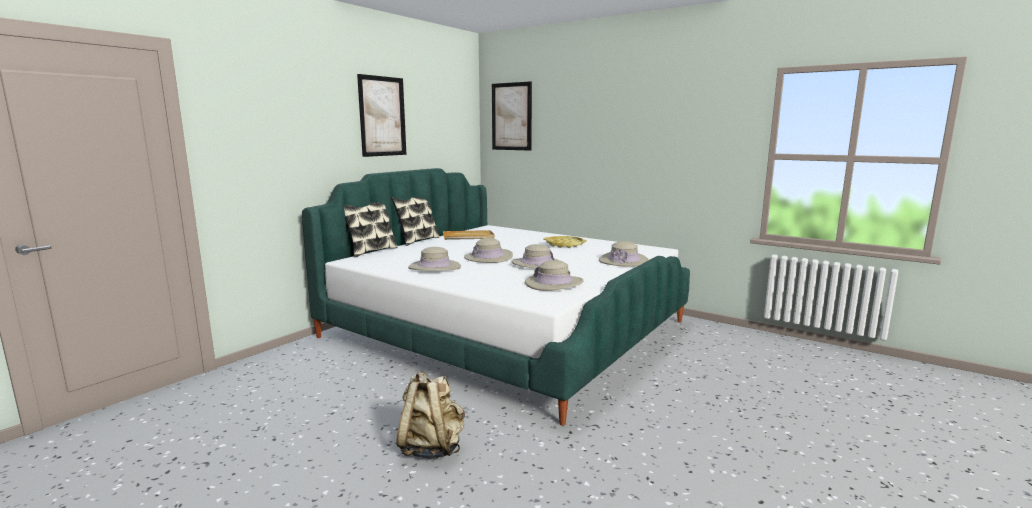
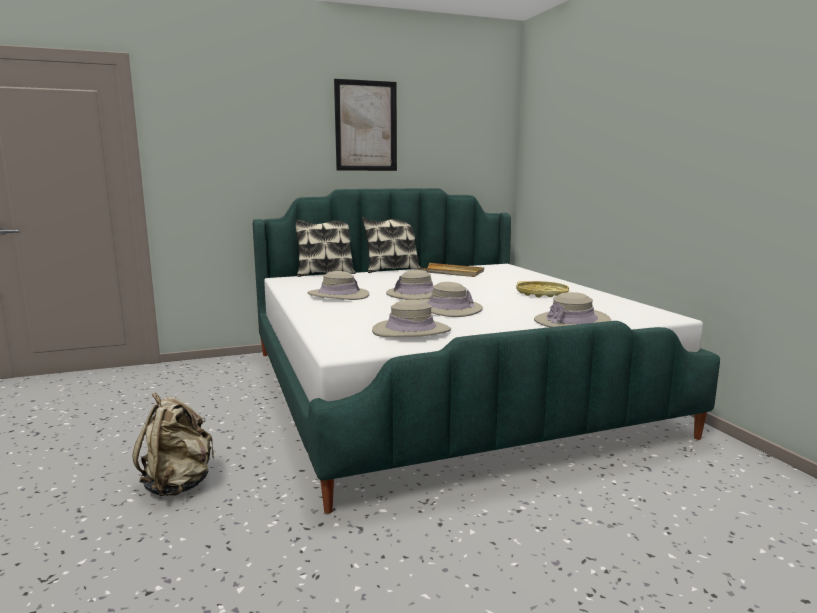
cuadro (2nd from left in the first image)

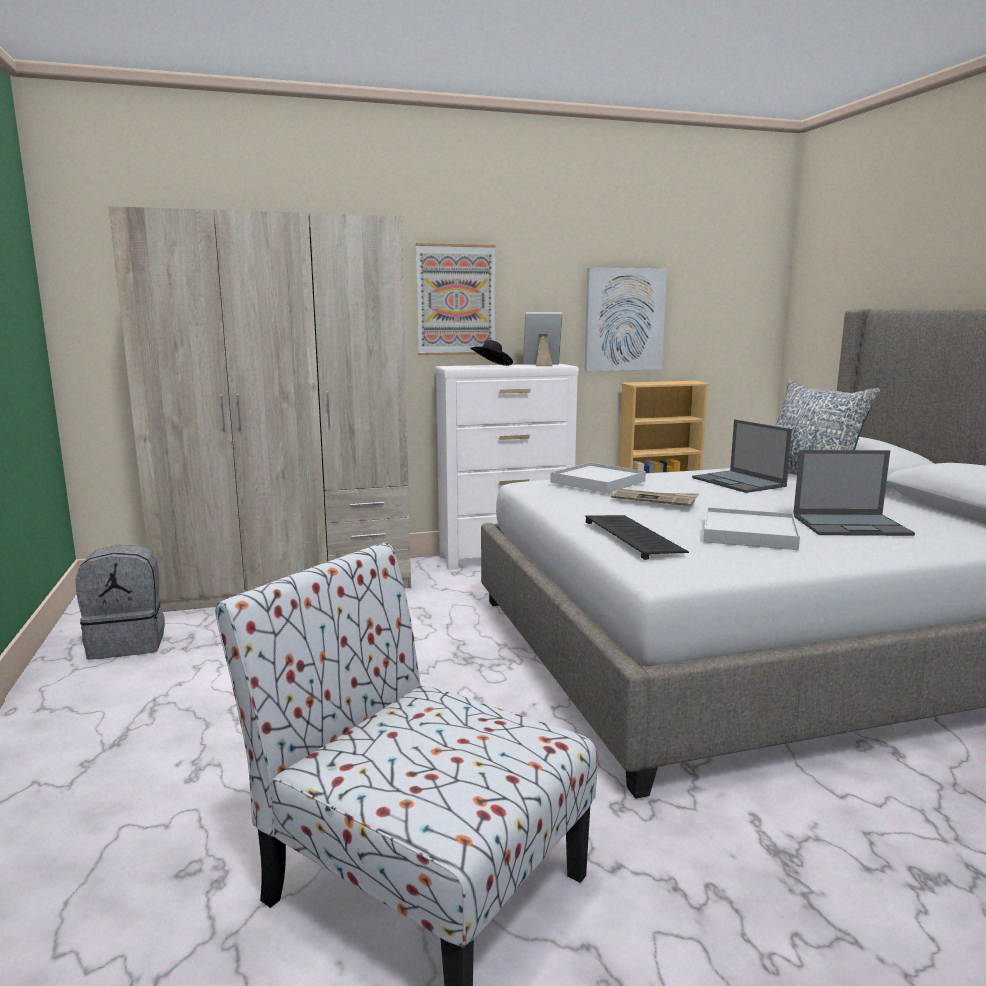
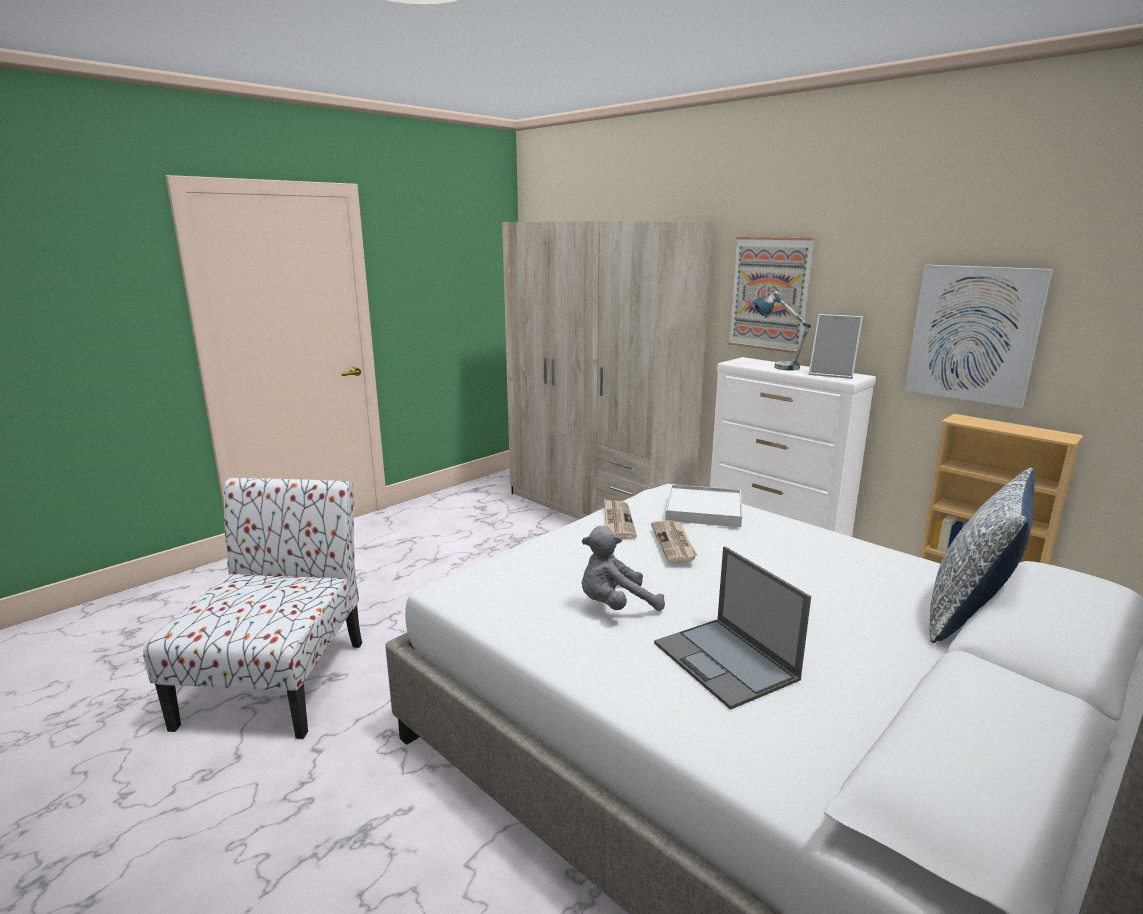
peluche [gris]; periódico (1st from left); lámpara de mesa; portarretratos; mochila [gris]; teclado; portátil (1st from left in the first image)

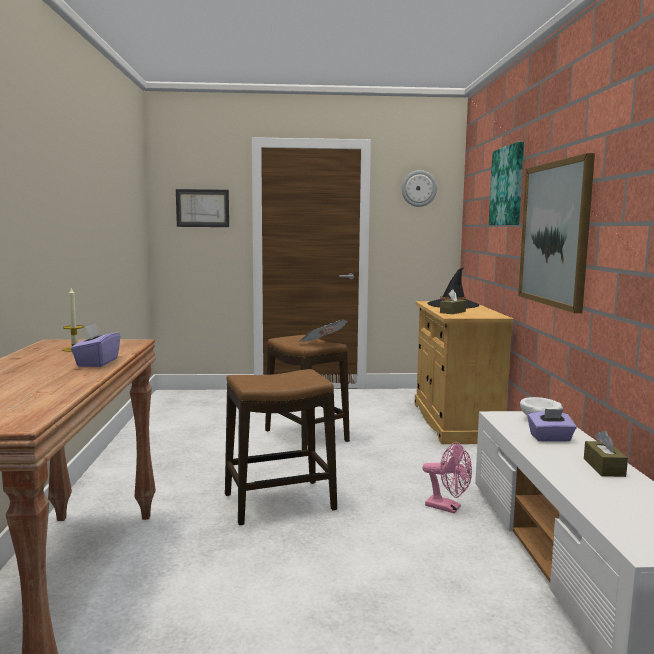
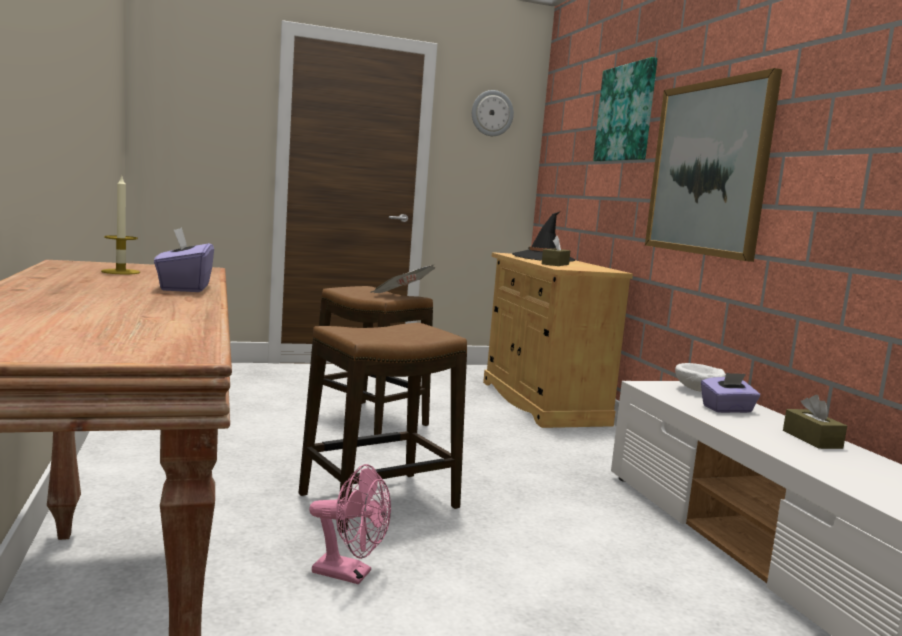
ventilador [rosa]; cuadro (1st from left in the first image)

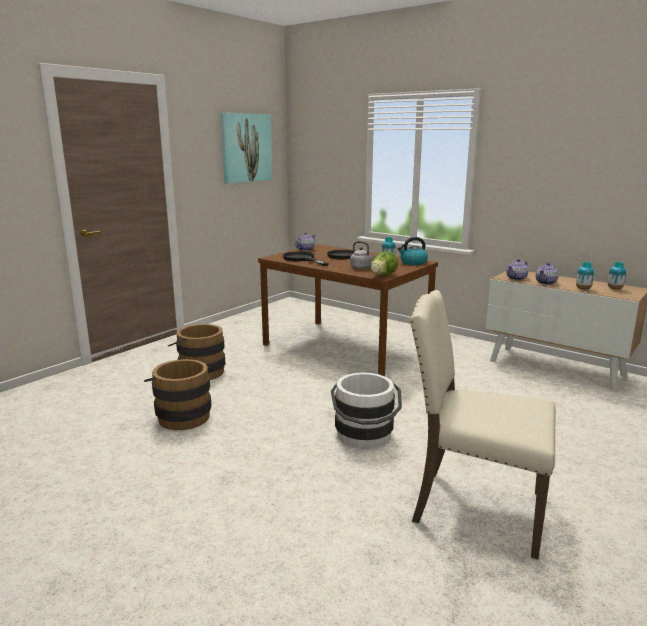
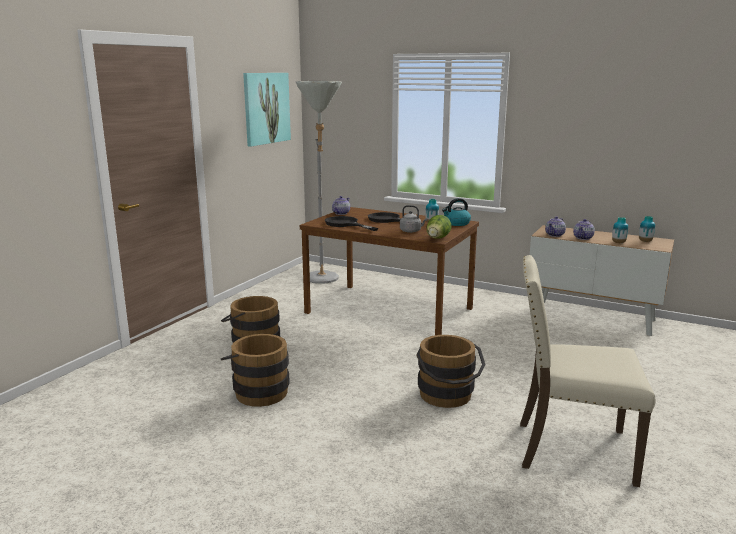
lámpara de pie [gris]; cubo [marrón] (3rd from left)

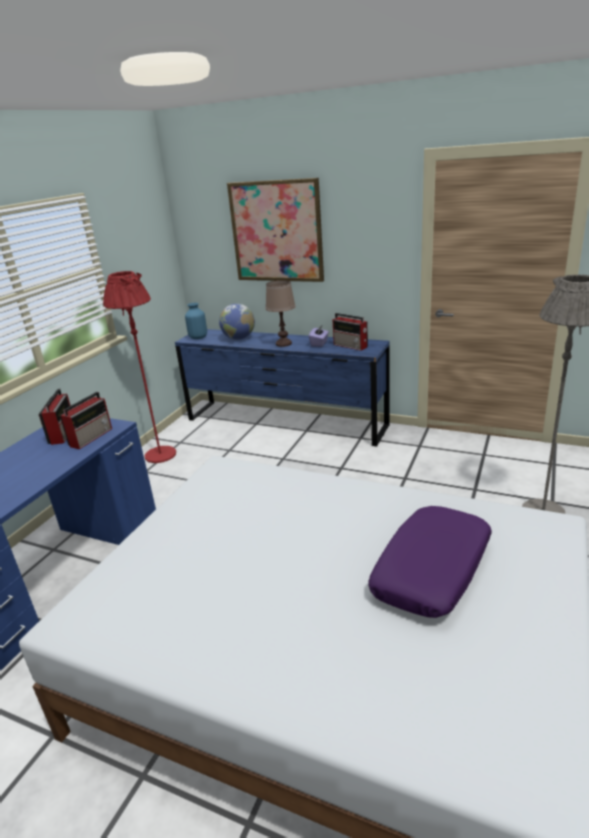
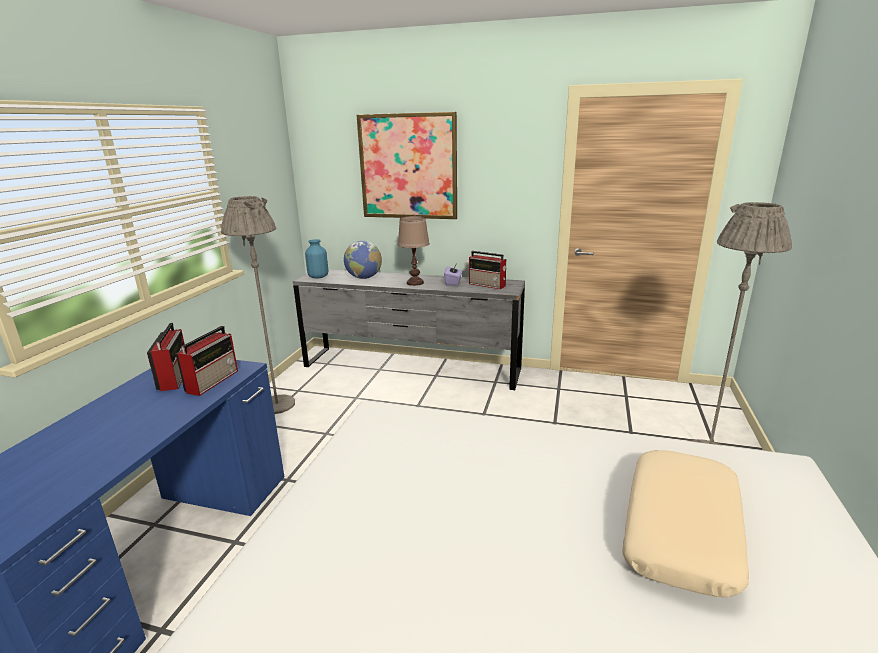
lámpara de pie [gris] (1st from left); cómoda [gris]; cojín [beis]

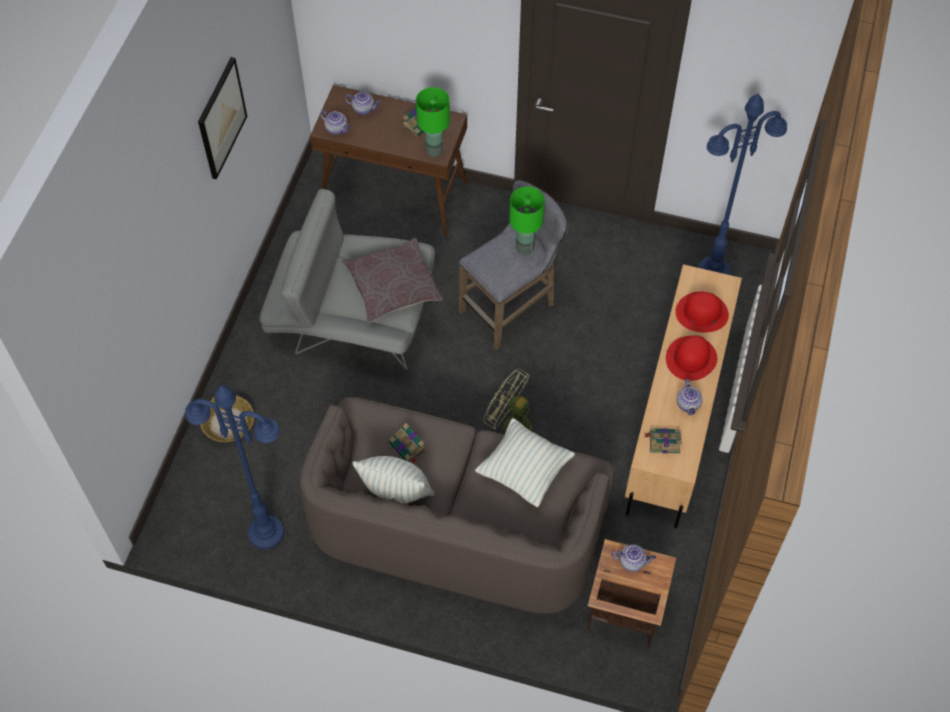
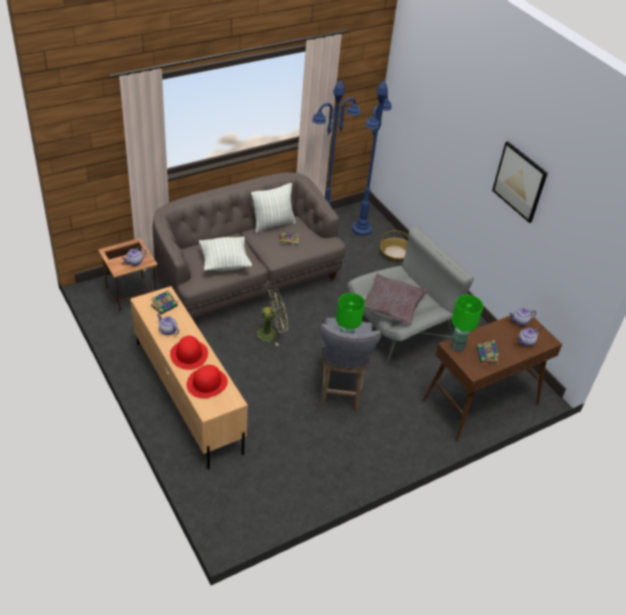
lámpara de pie [azul] (2nd from left)

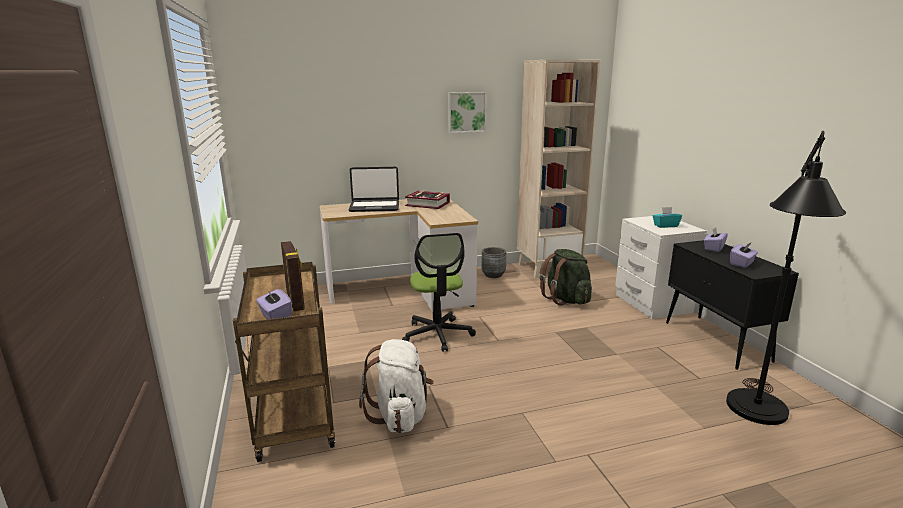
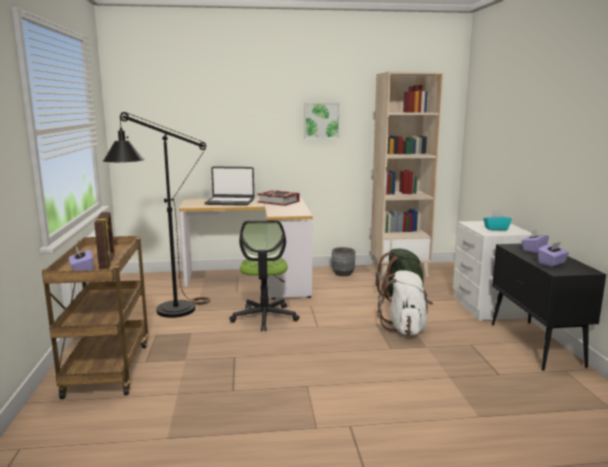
lámpara de pie [negro]; mochila [blanco]

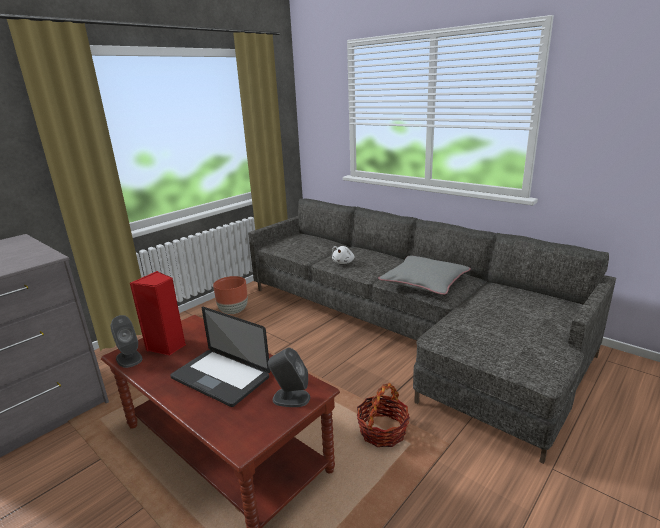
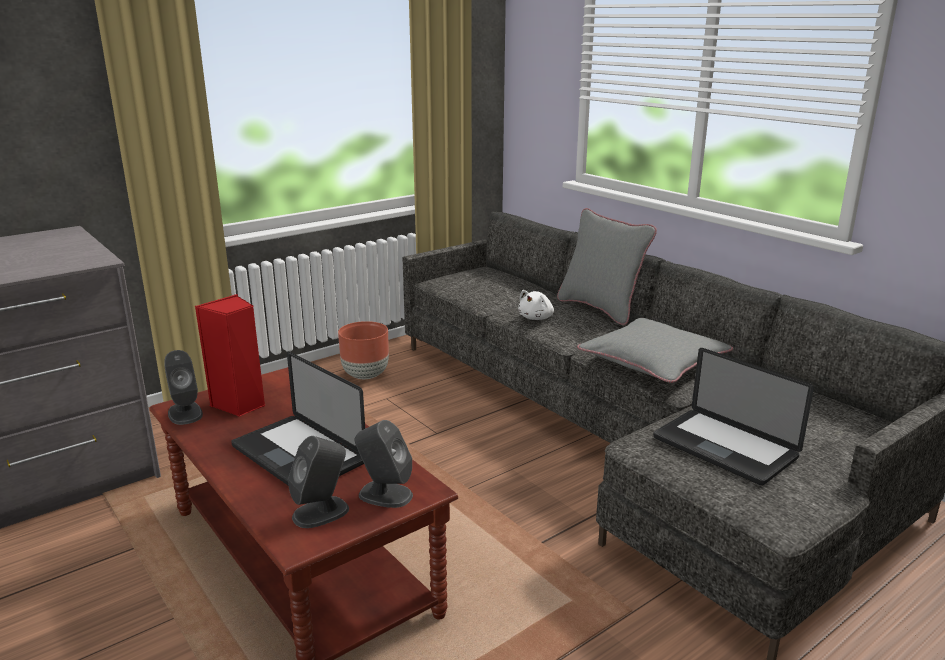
altavoz [gris] (2nd from left); cojín [gris] (1st from left); portátil (2nd from left); cesta

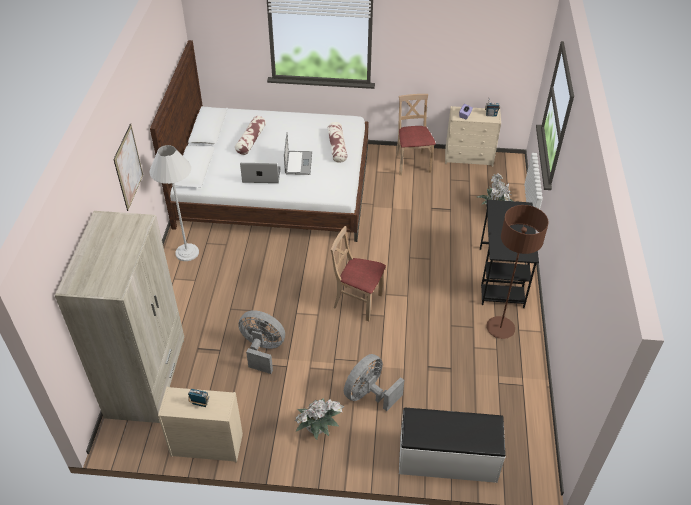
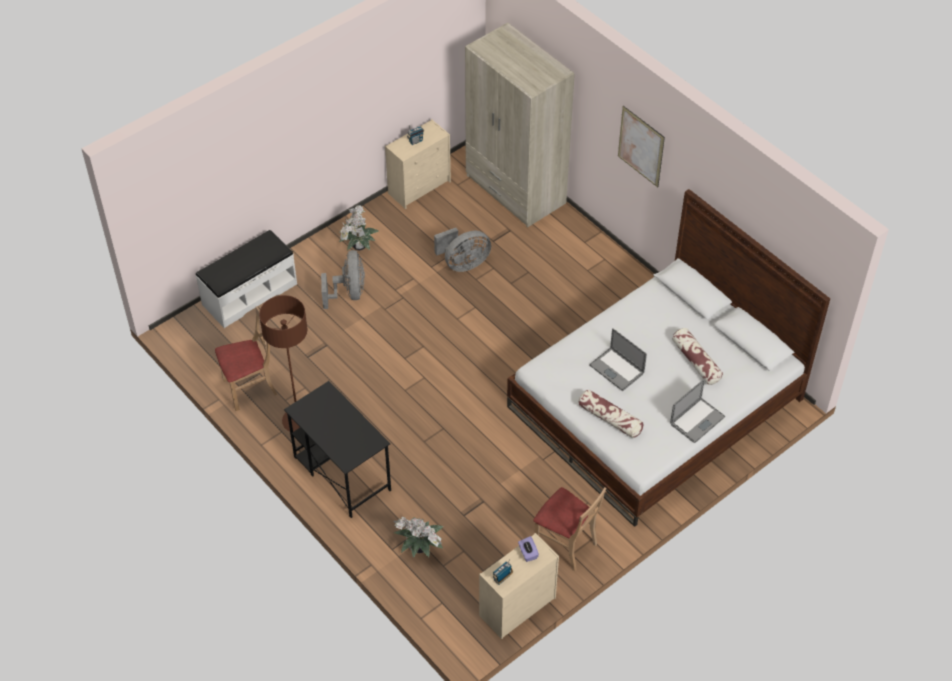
silla [beis] (1st from left); portátil (2nd from left); lámpara de pie [blanco]

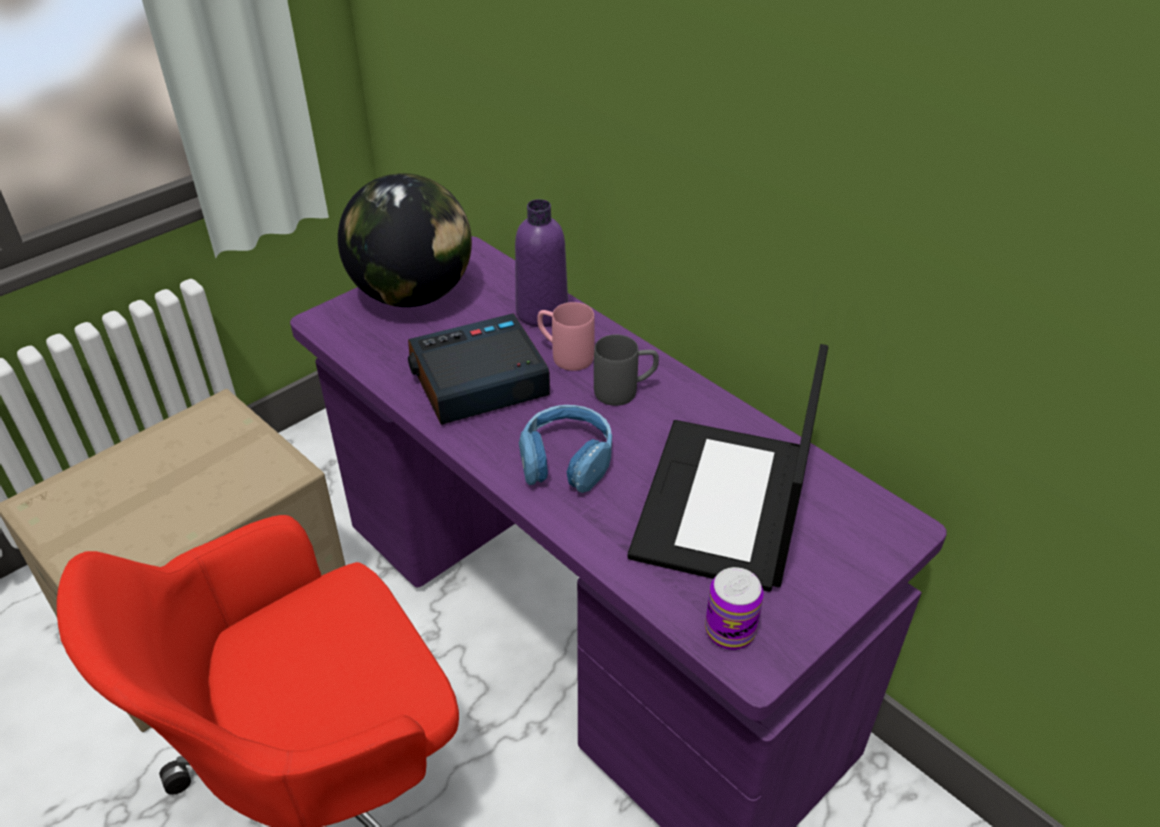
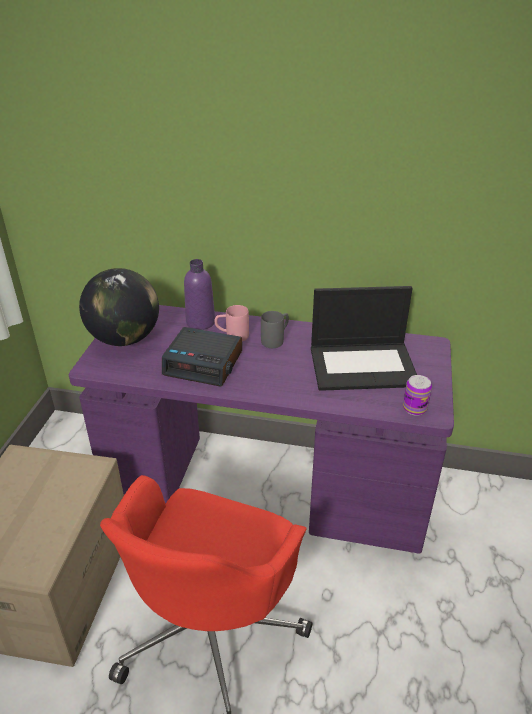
despertador; portátil; auriculares [azul]

